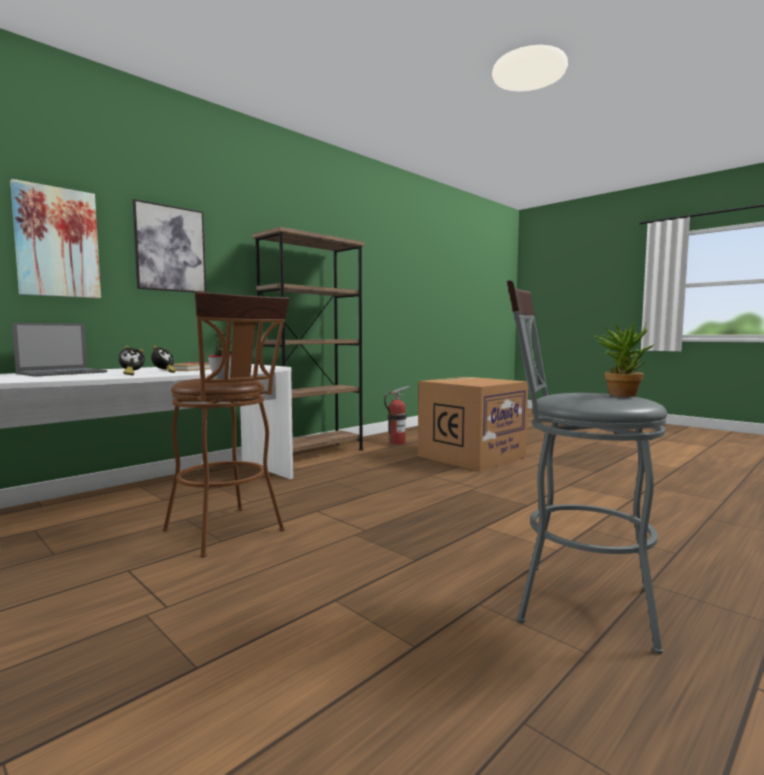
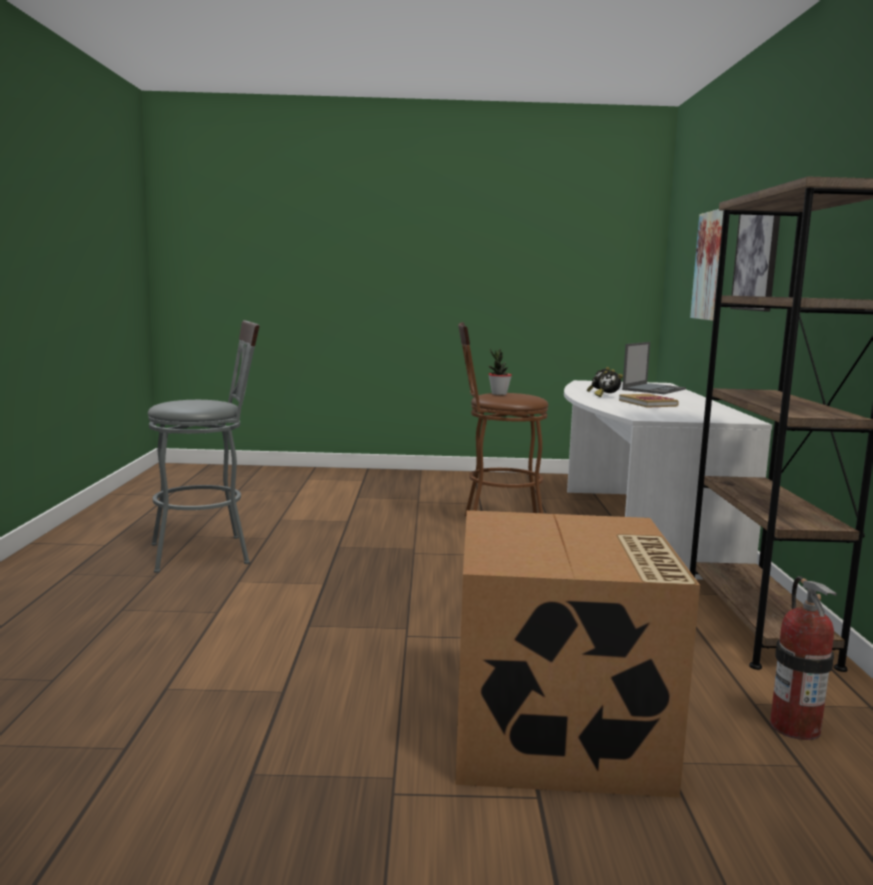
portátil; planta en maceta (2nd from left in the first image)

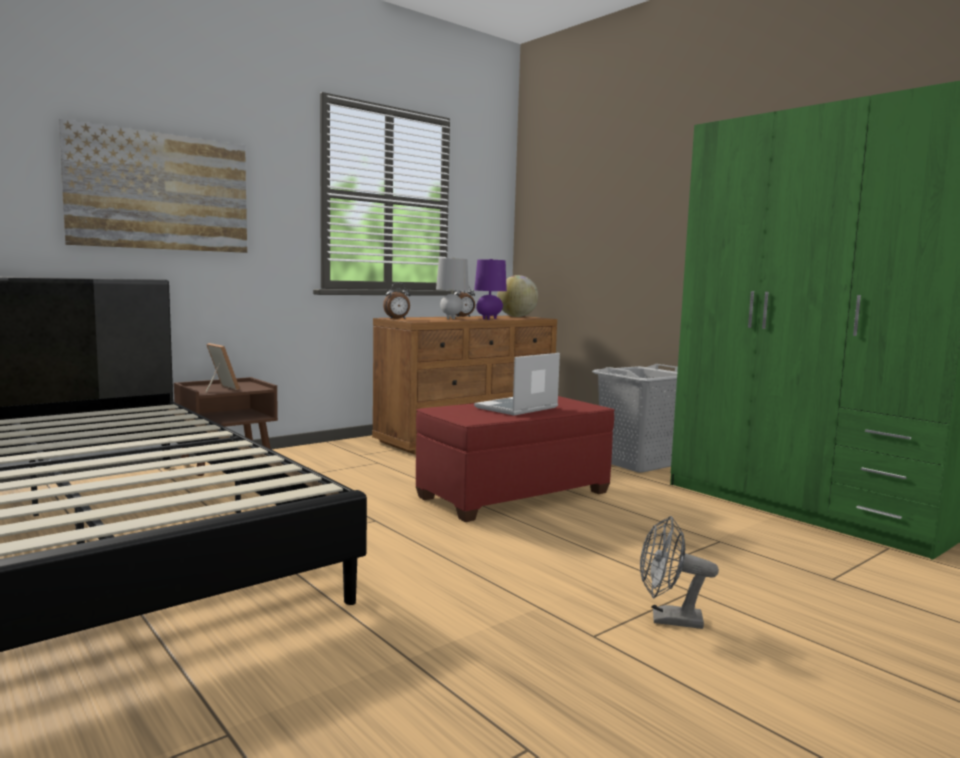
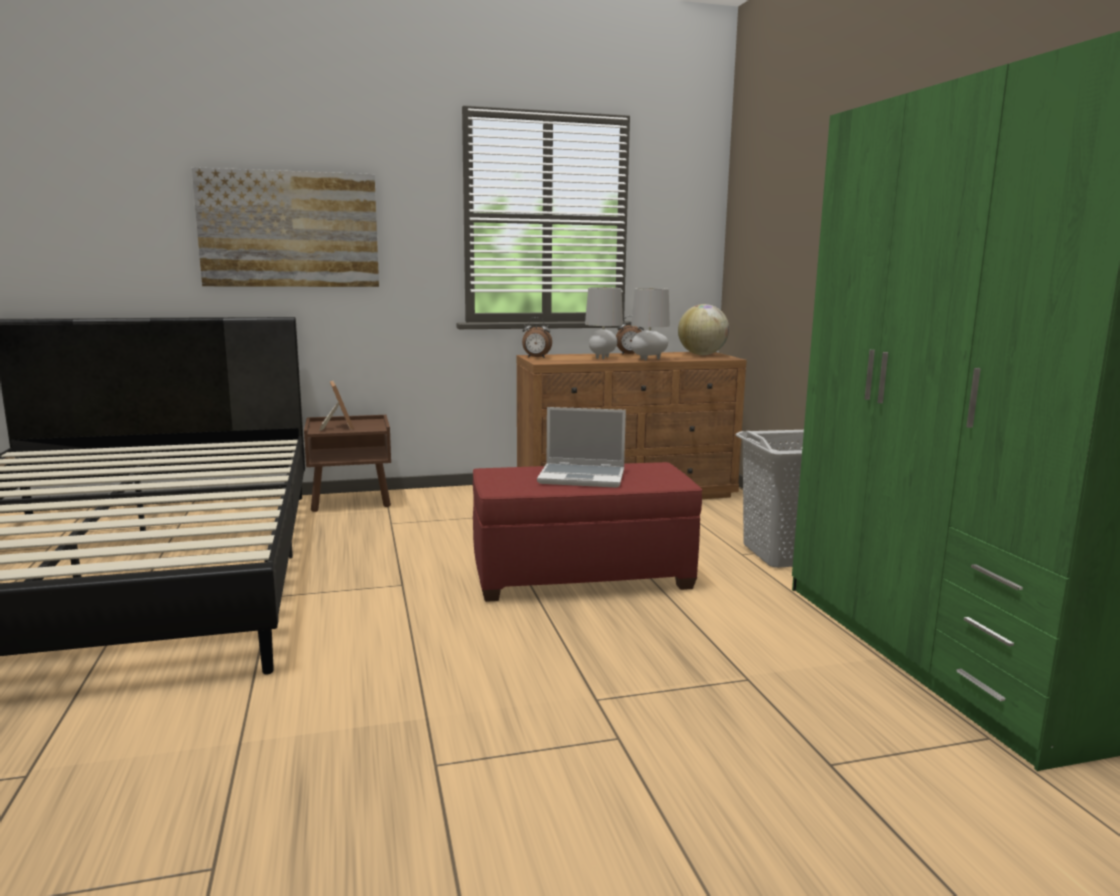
portátil; lámpara de mesa [gris] (2nd from left); ventilador [gris]

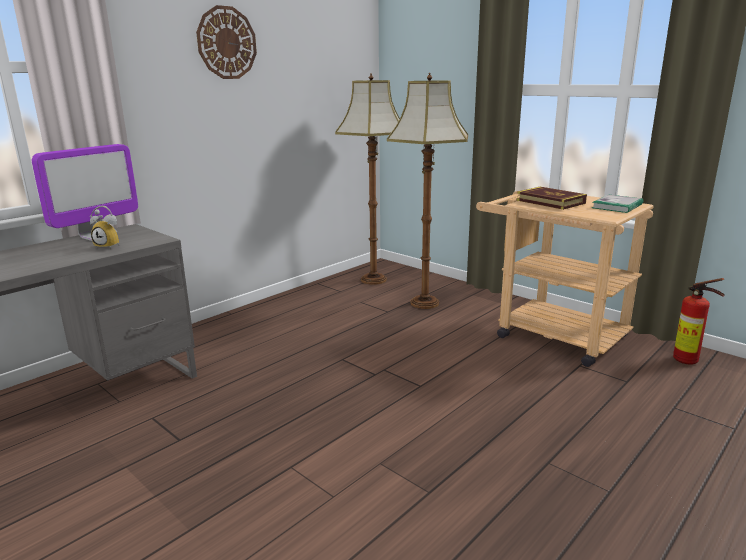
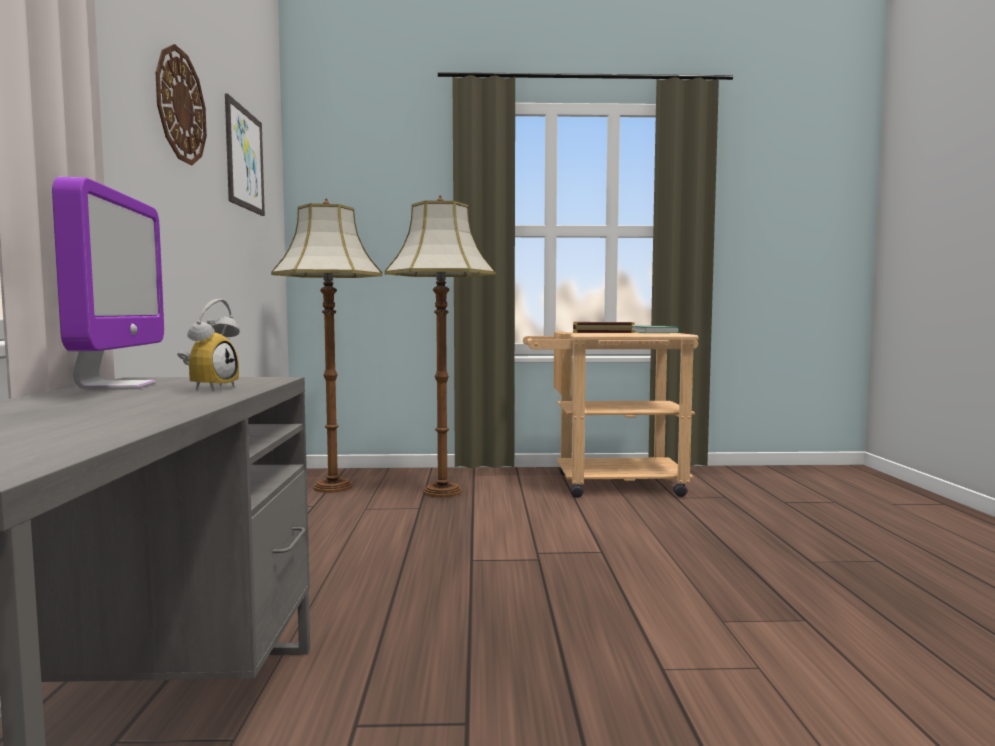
despertador; cuadro; extintor

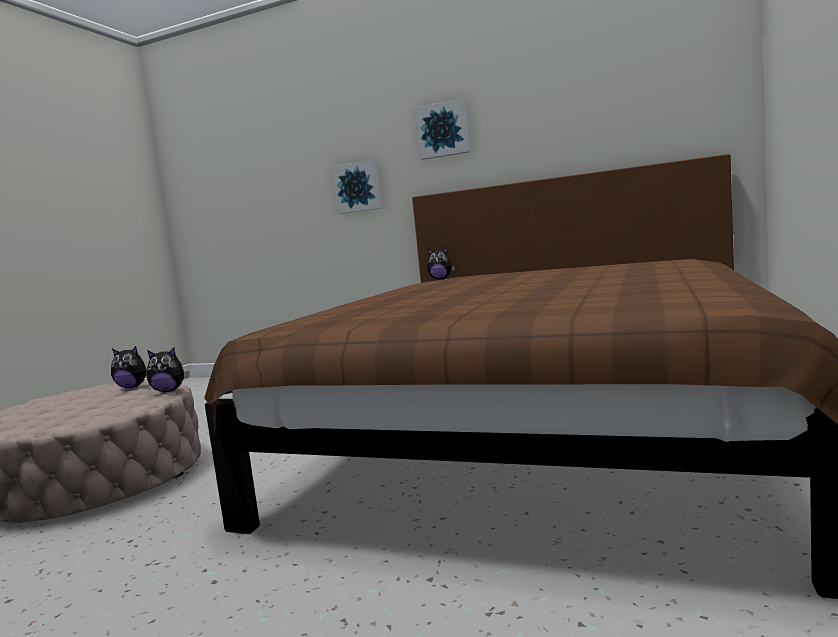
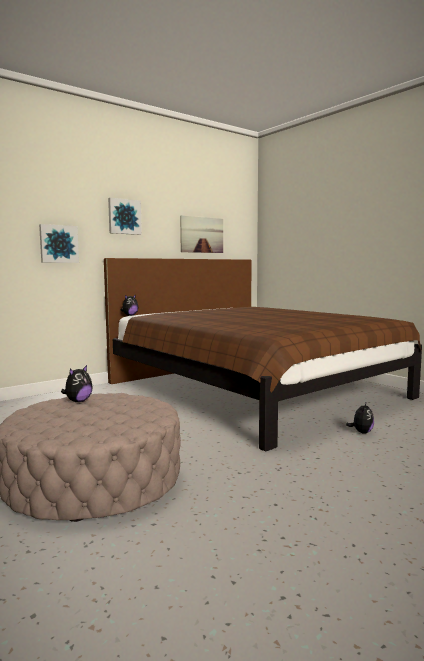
cuadro (3rd from left); peluche (3rd from left)

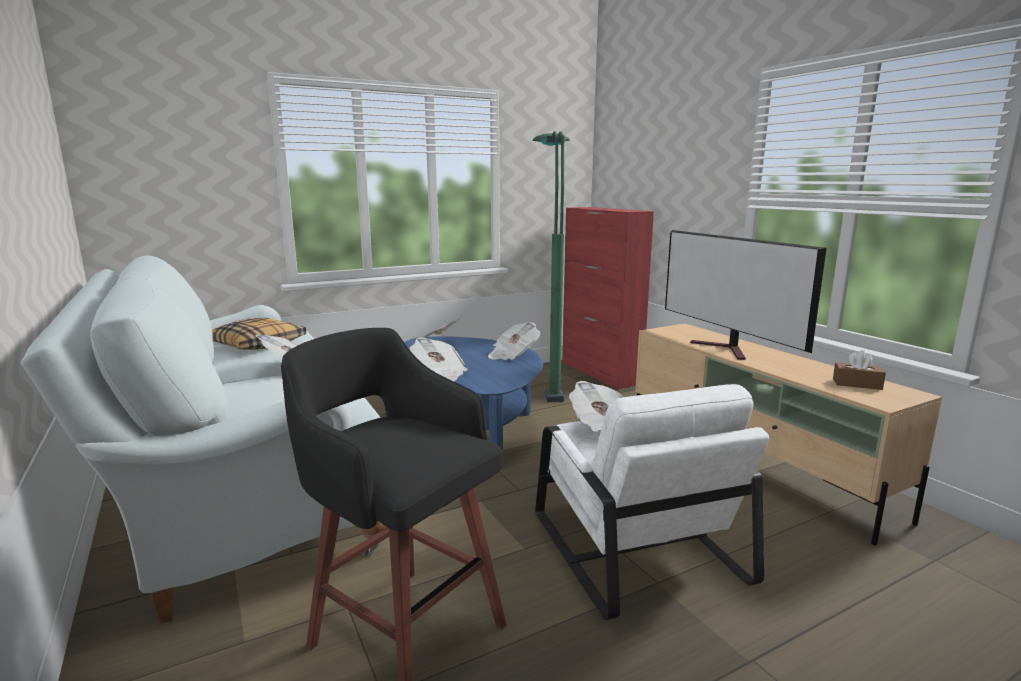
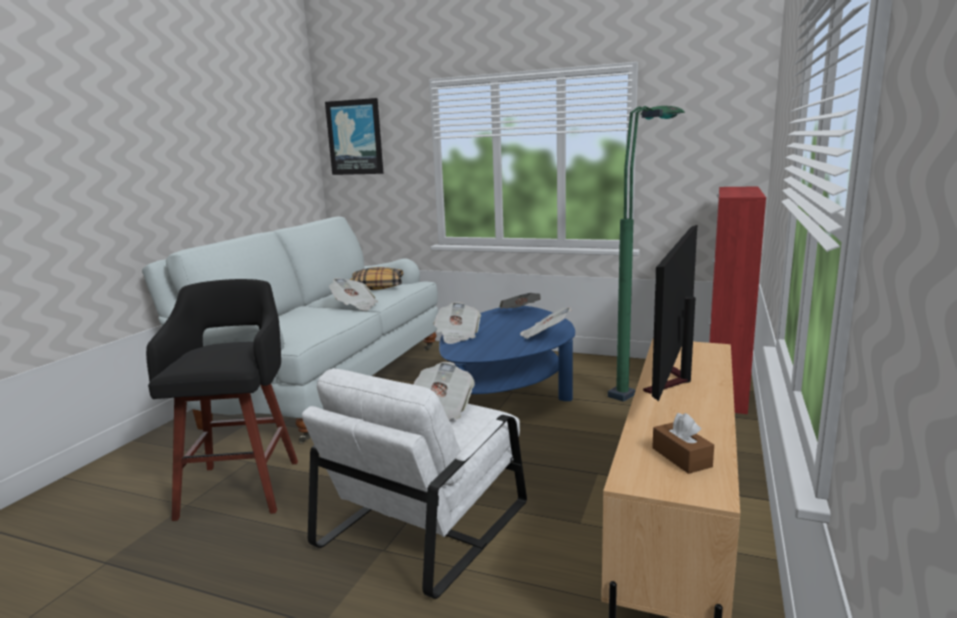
cuadro

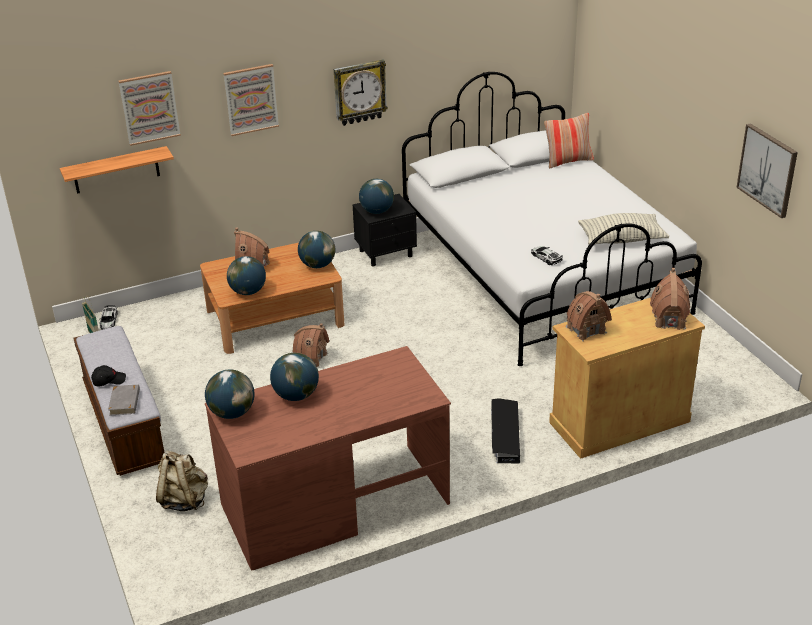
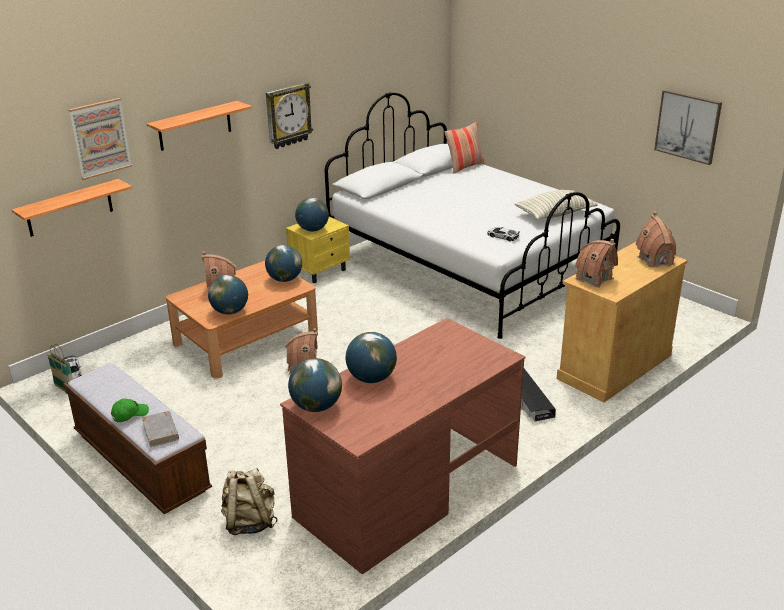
gorra [verde]; estante (2nd from left); mesita de noche [amarillo]

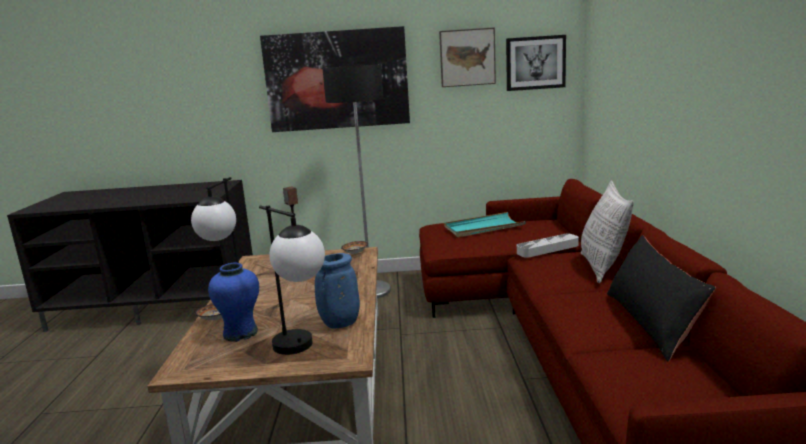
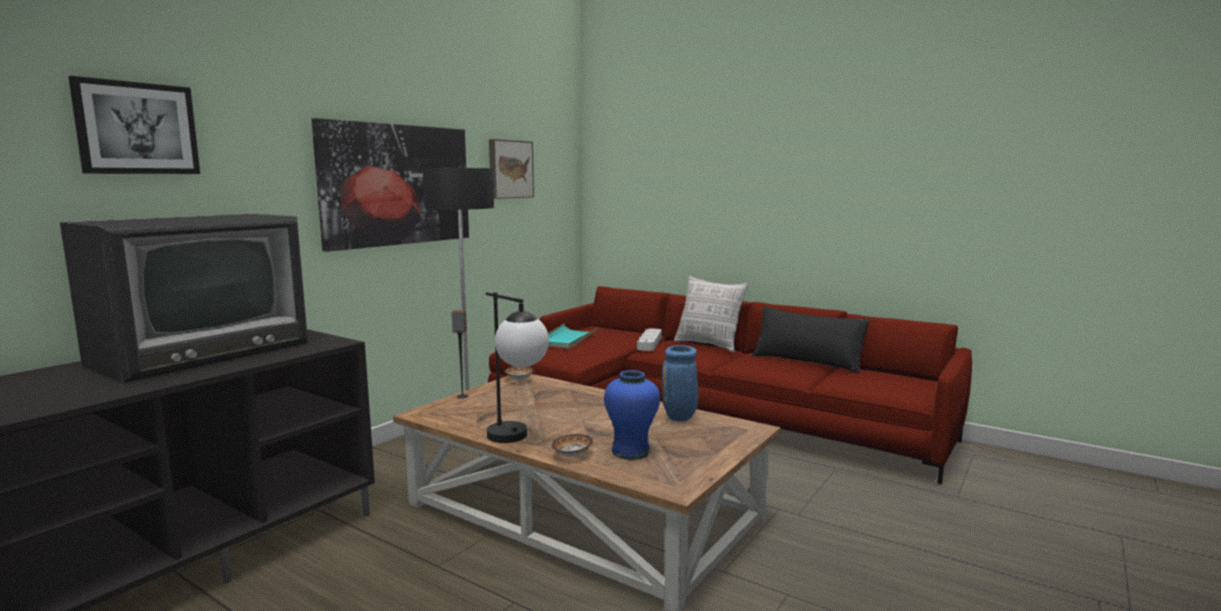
televisor; cuadro (1st from left); lámpara de mesa (2nd from left in the first image)

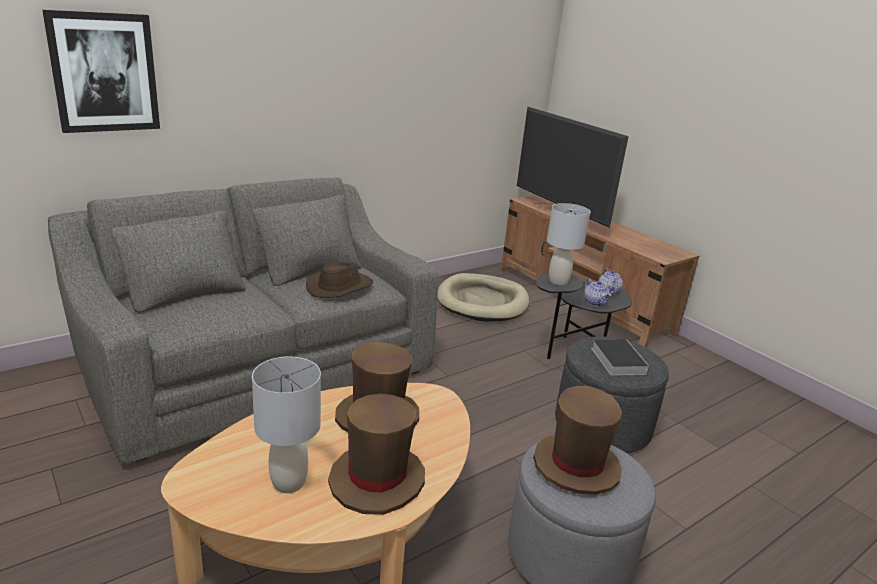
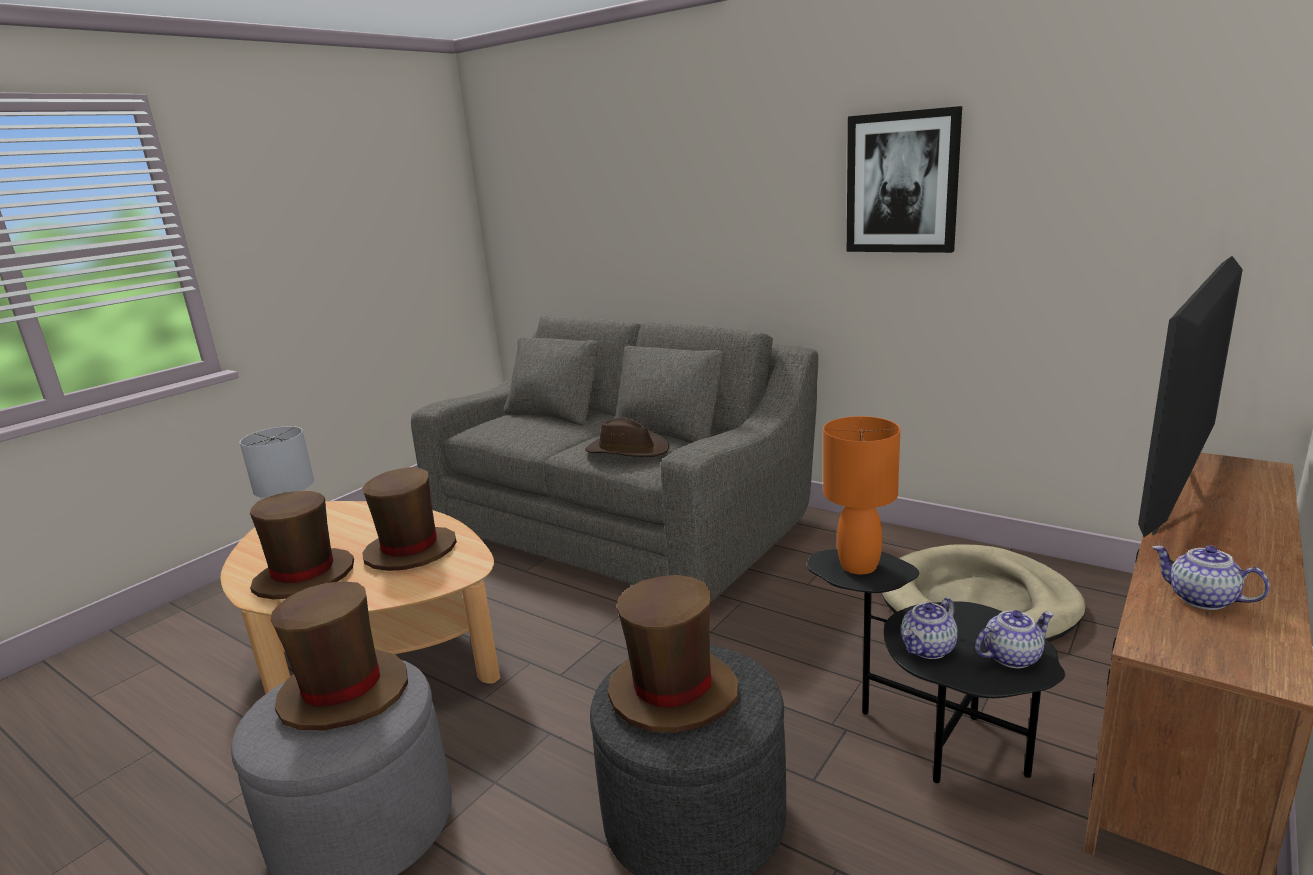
sombrero [marrón] (5th from left); lámpara de mesa [naranja]; cuadro; tetera (3rd from left)

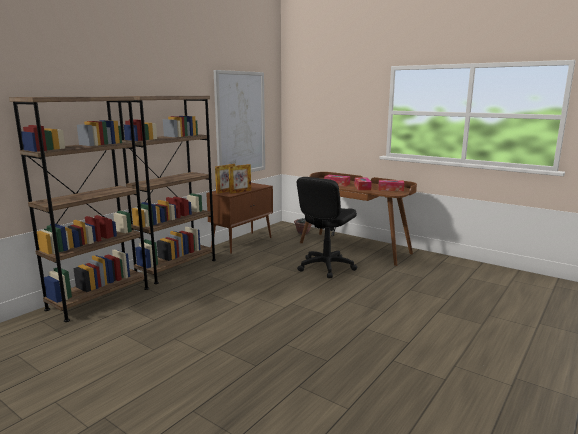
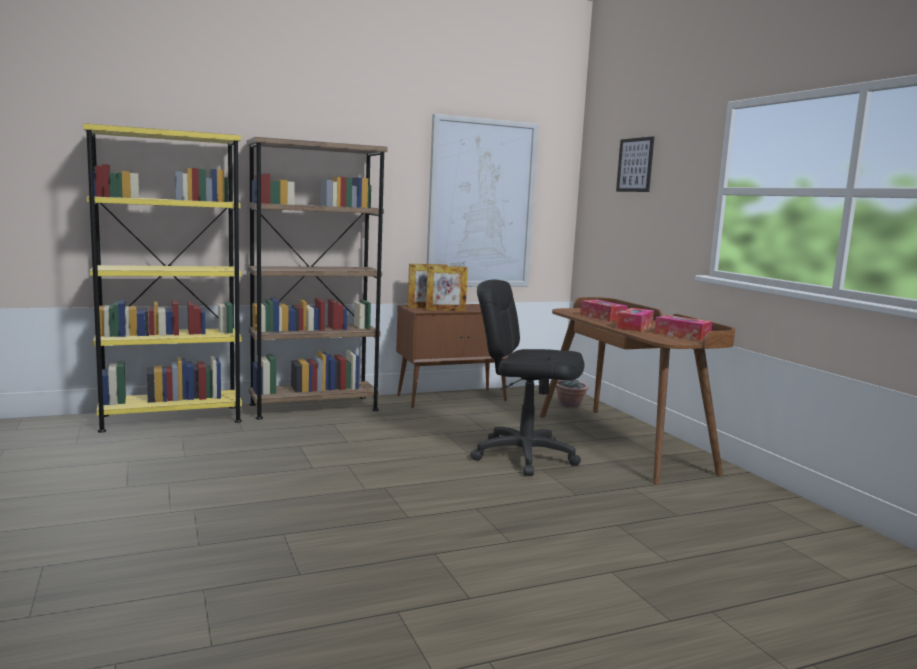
estantería [amarillo]; silla de oficina [negro]; cuadro (2nd from left)

